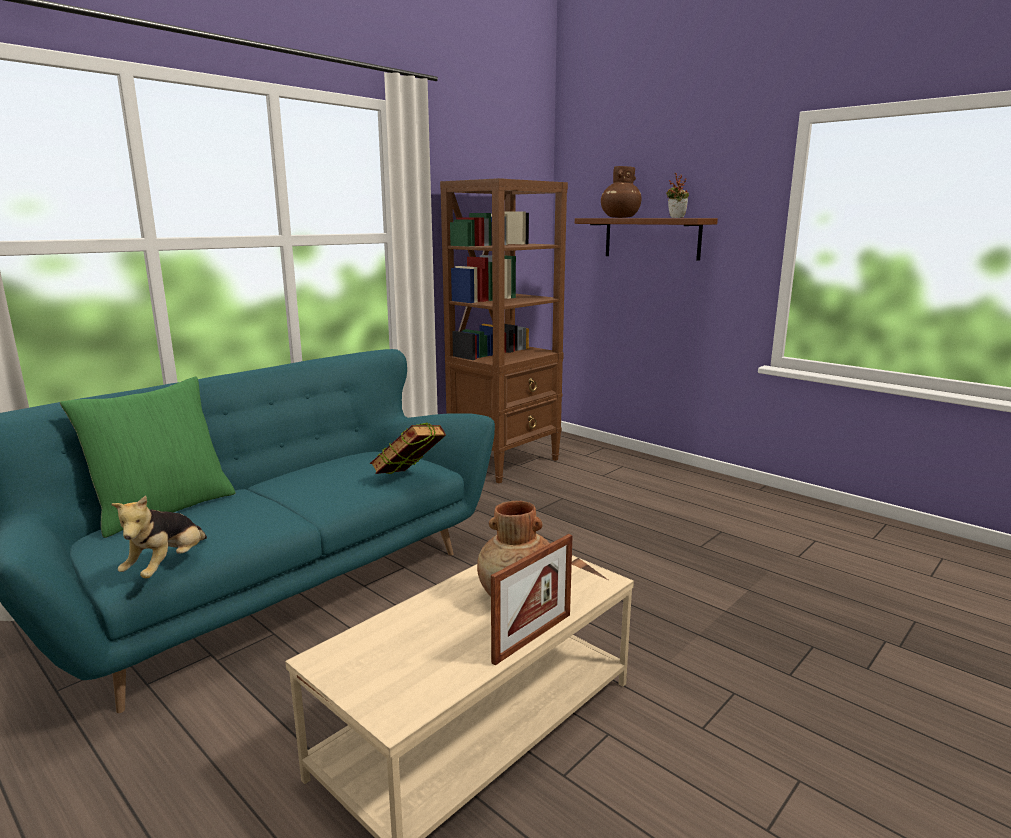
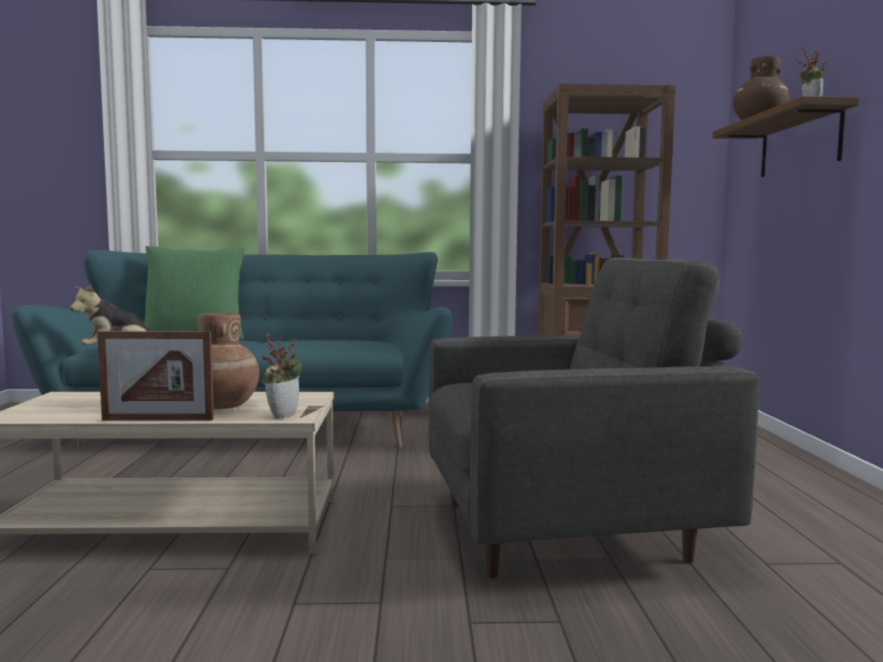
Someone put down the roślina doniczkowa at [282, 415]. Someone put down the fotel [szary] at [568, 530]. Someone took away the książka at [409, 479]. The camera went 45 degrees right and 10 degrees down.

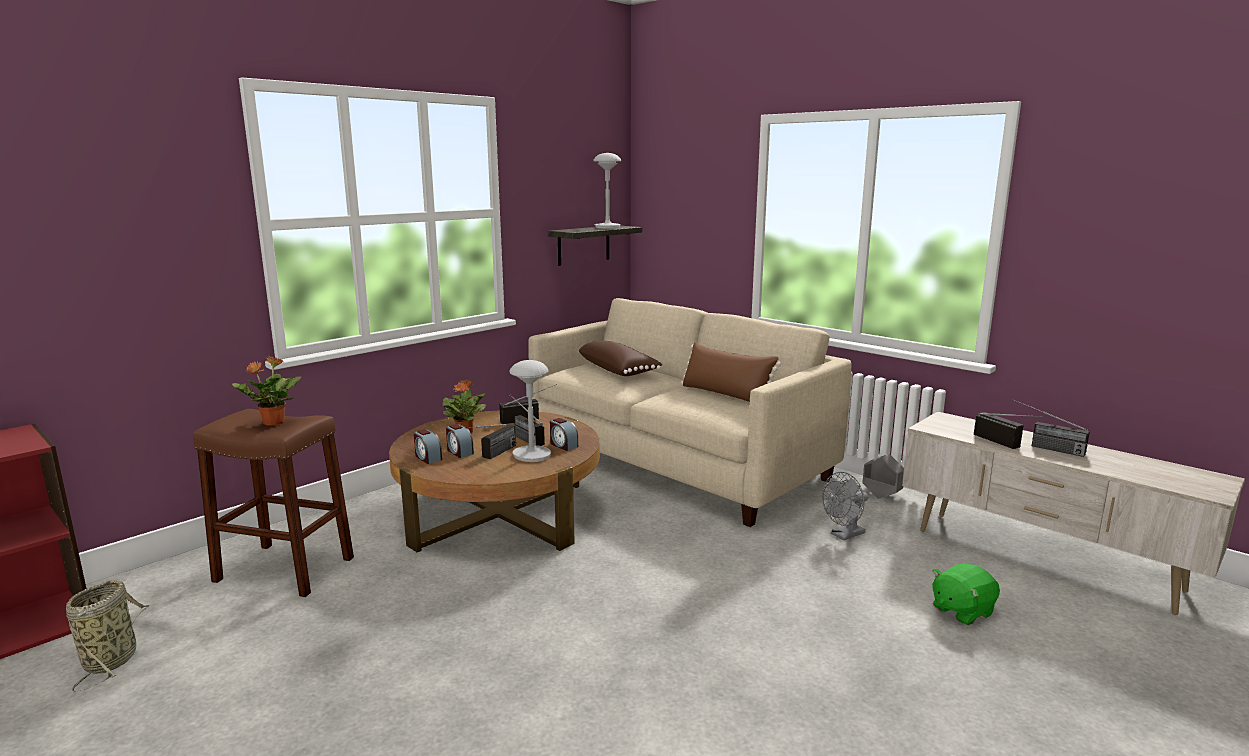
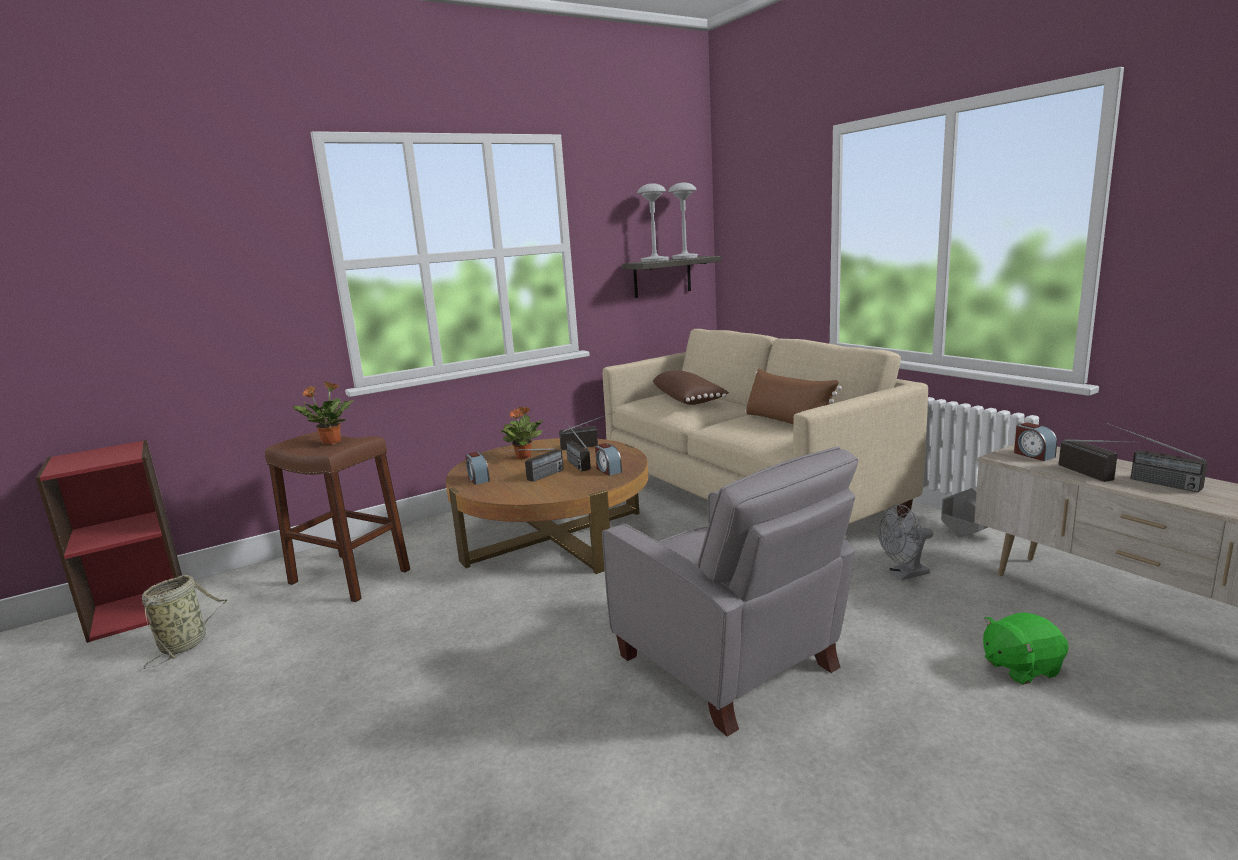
Someone put down the fotel [szary] at [731, 665]. Someone carried the lampa stołowa [szary] from [532, 455] to [655, 261]. Someone carried the budzik from [459, 452] to [1033, 455]. The camera went 15 degrees right and 0 degrees up.

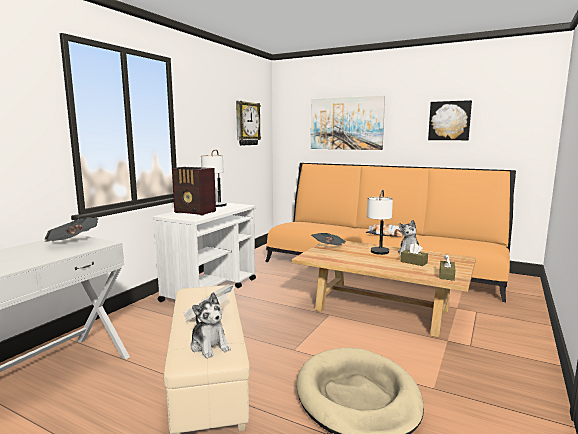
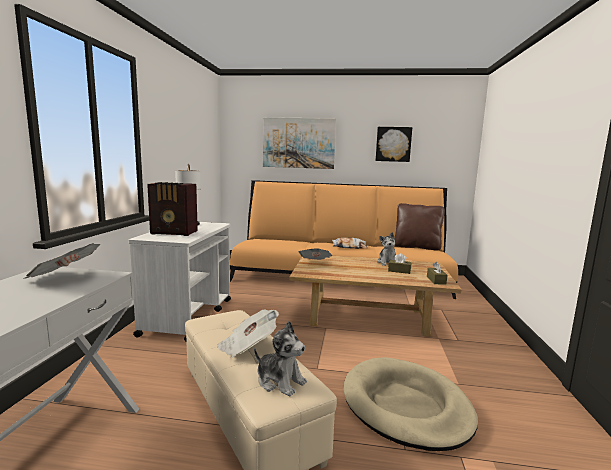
Someone put down the poduszka [brązowy] at [416, 247]. Someone took away the zegar ścienny at [247, 123]. Someone took away the lampa stołowa at [378, 254]. The camera went 20 degrees left and 0 degrees up.

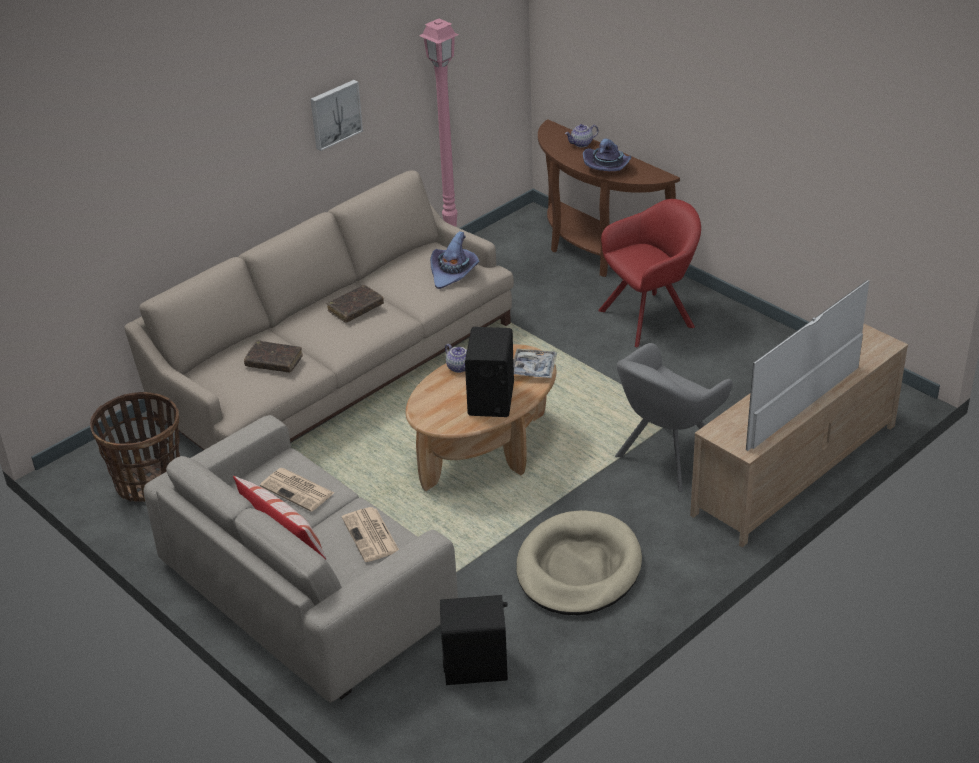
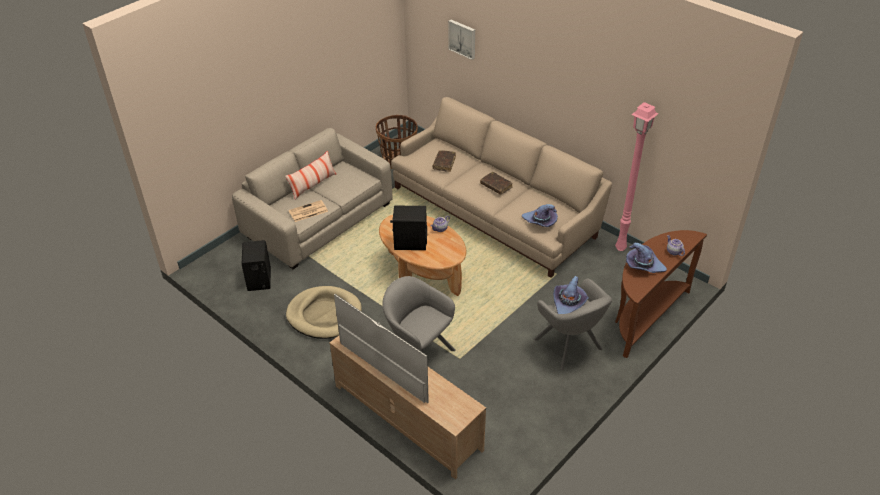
Someone carried the obraz from [335, 114] to [462, 39]. Someone repainted the fotel [czerwony] at [651, 317], which became the fotel [szary] at [570, 347]. Someone put down the kapelusz [fioletowy] at [569, 302]. Someone took away the gazeta at [298, 490]. Someone took away the taca at [533, 368]. The camera went 85 degrees right and 5 degrees up.

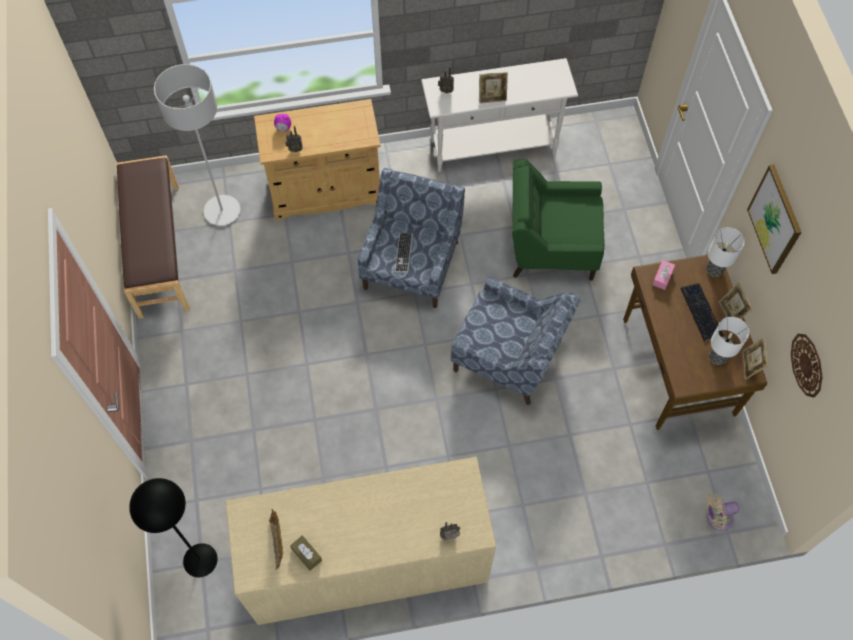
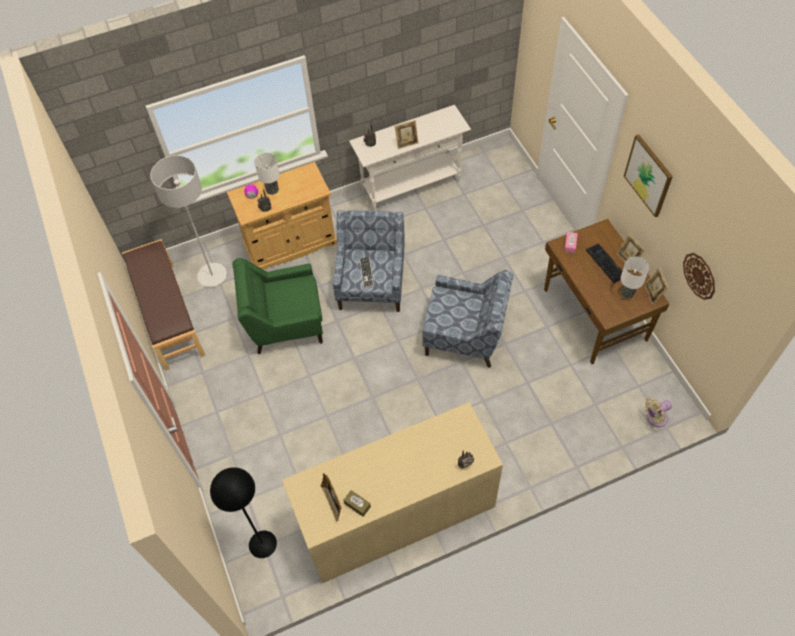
Someone carried the fotel [zielony] from [550, 246] to [285, 323]. Someone carried the lampa stołowa from [714, 270] to [272, 190]. The camera went 10 degrees left and 5 degrees down.

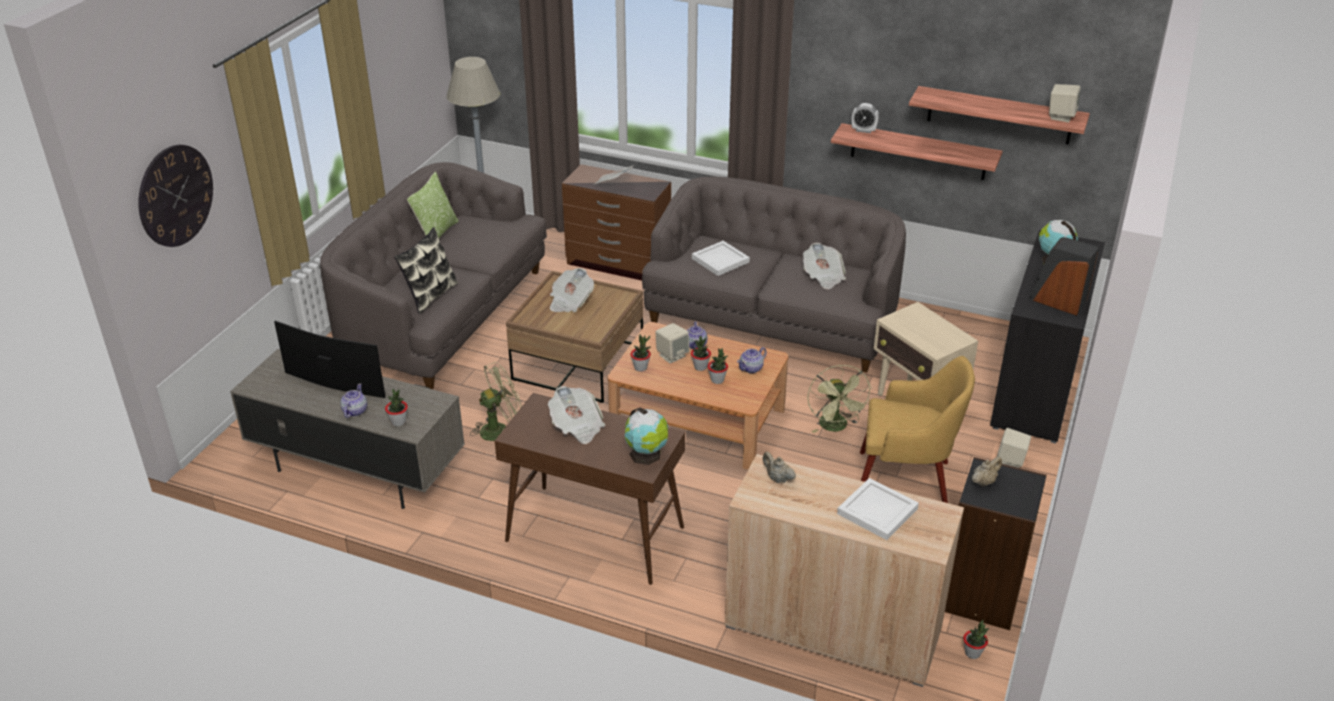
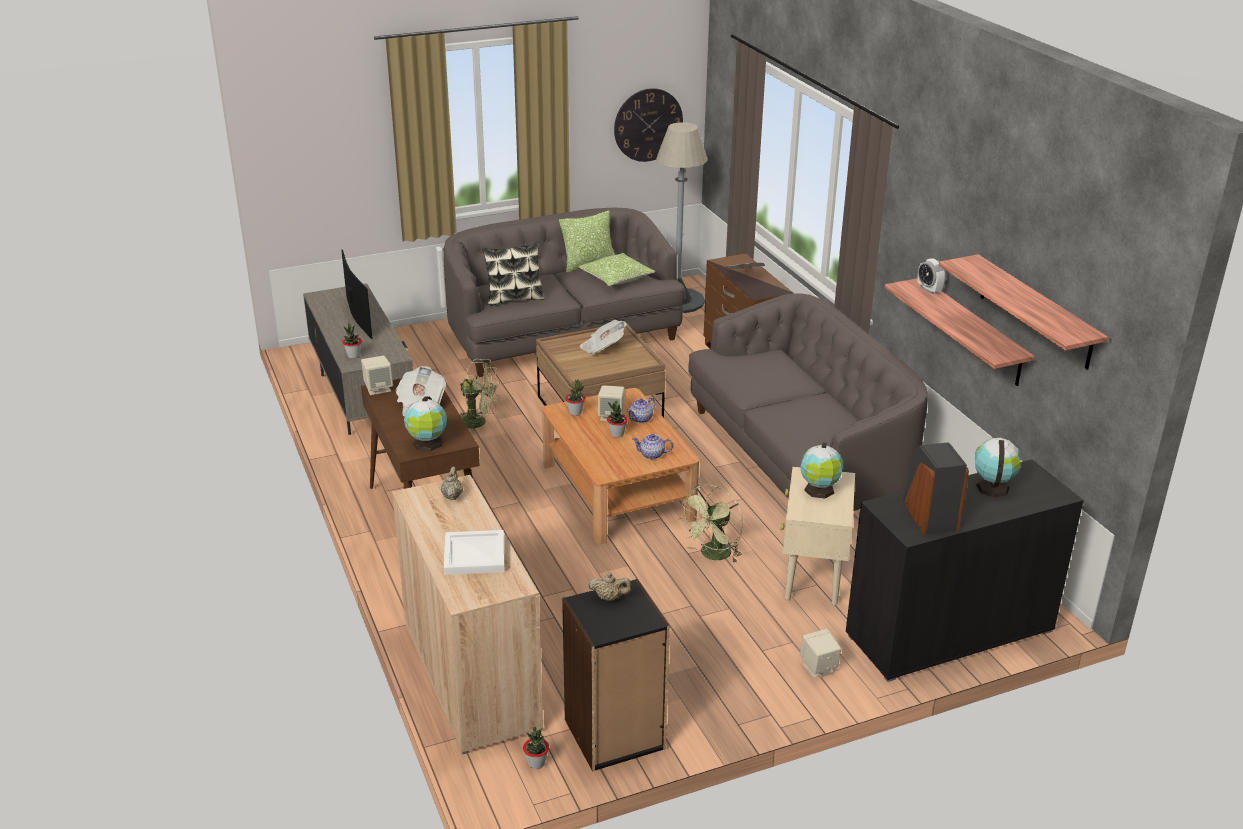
Someone carried the głośnik [beżowy] from [1061, 116] to [378, 388]. Someone put down the poduszka at [616, 278]. Someone carried the zegar ścienny from [175, 195] to [648, 125]. Someone put down the globus at [819, 491]. Someone took away the imbryk at [354, 411]. Someone took away the taca [biały] at [721, 260]. Someone took away the roślina doniczkowa at [717, 380]. Someone took away the gazeta at [823, 277]. Someone took away the fotel [żółty] at [906, 479]. The camera went 45 degrees right and 5 degrees down.

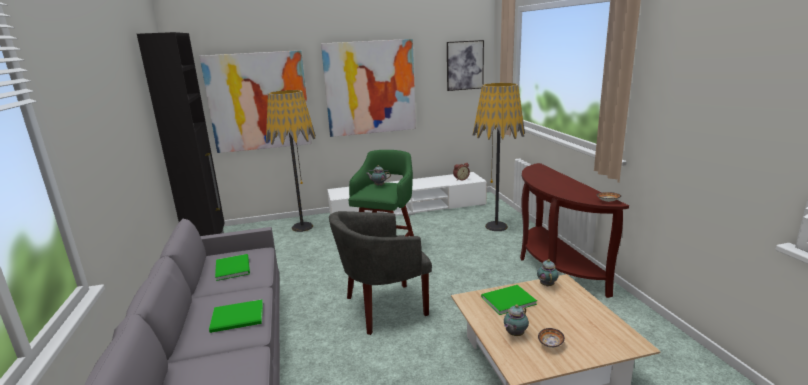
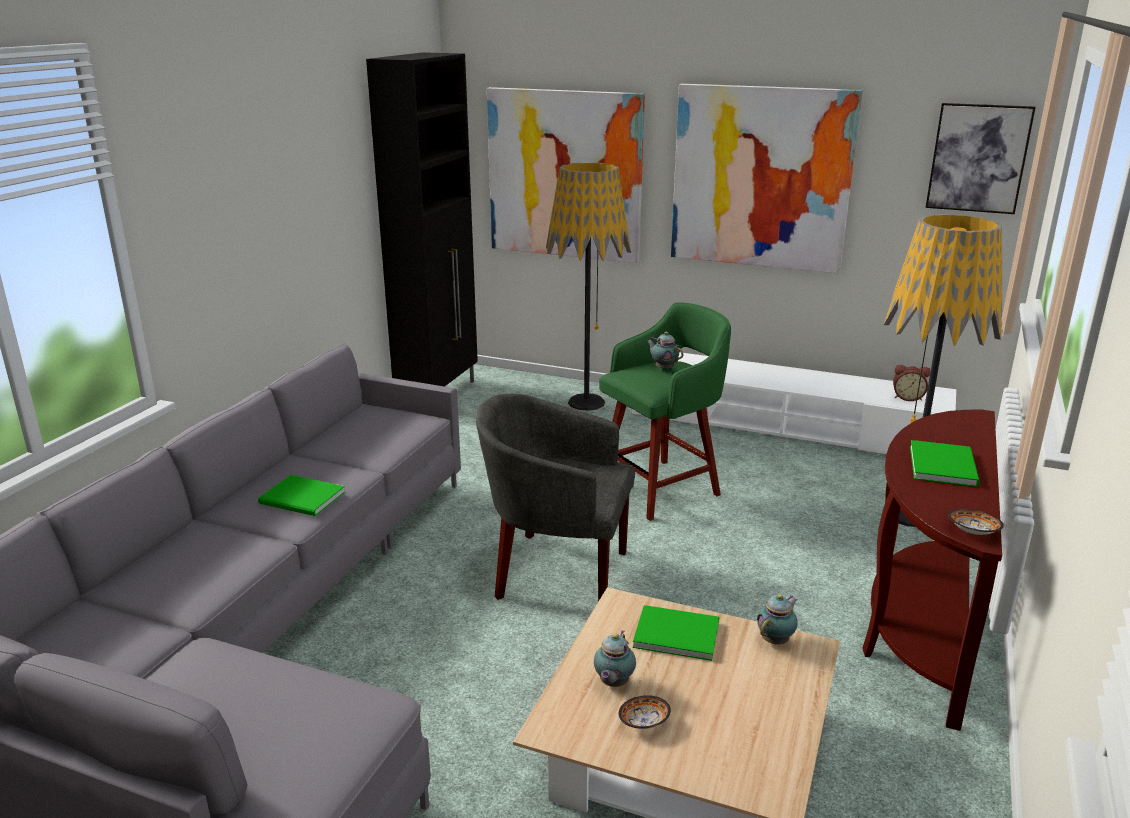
Someone rotated the imbryk at [514, 334] by 60 degrees counterclockwise. Someone carried the książka [zielony] from [234, 267] to [944, 465]. The camera went 35 degrees right and 5 degrees up.

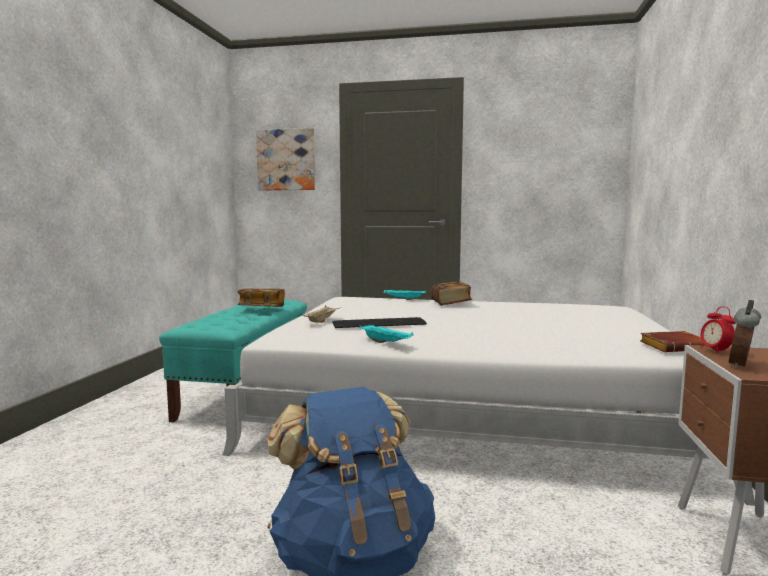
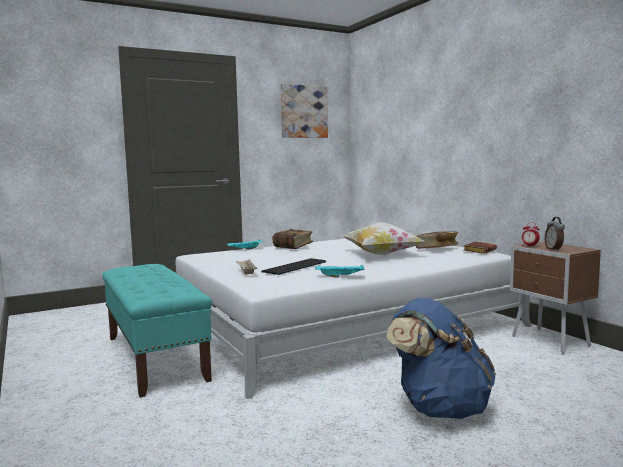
Someone carried the obraz from [286, 160] to [303, 111]. Someone put down the poduszka at [381, 255]. Someone carried the książka from [262, 308] to [436, 249]. The camera went 40 degrees left and 0 degrees up.

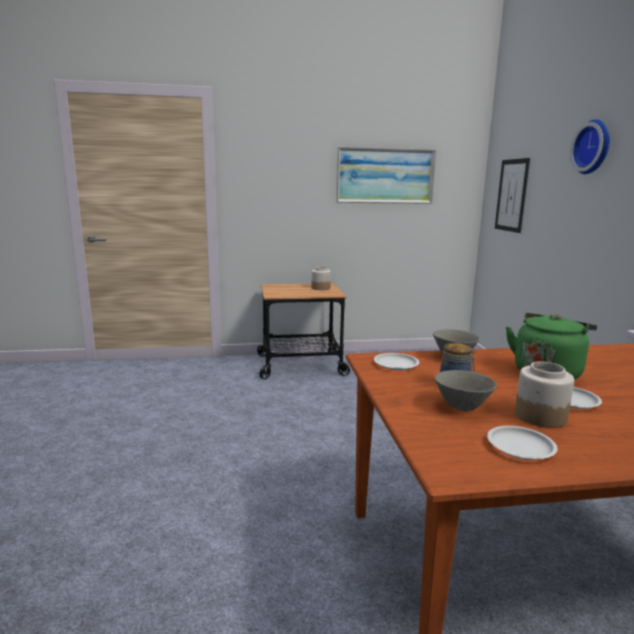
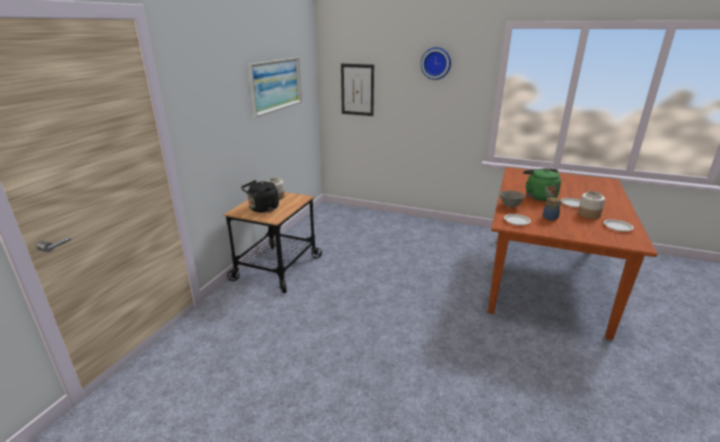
Someone put down the czajnik [czarny] at [262, 209]. Someone took away the miska [szary] at [462, 407]. The camera went 60 degrees left and 10 degrees up.

